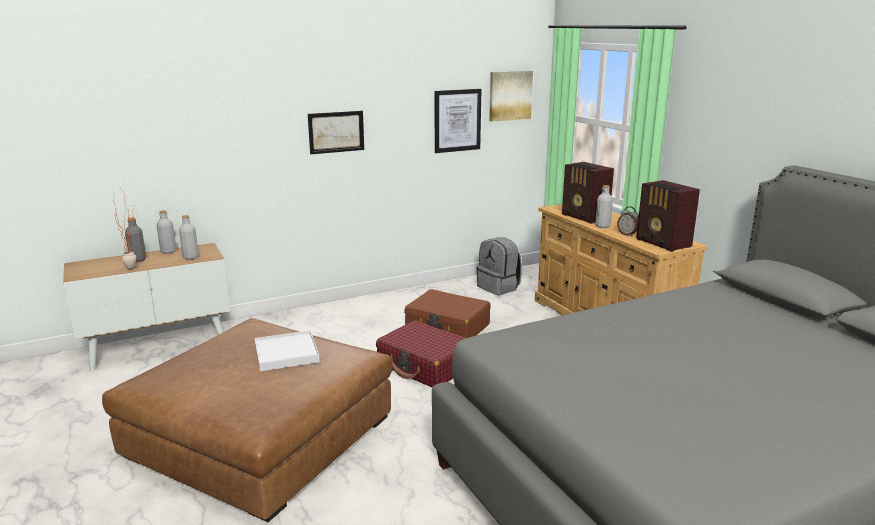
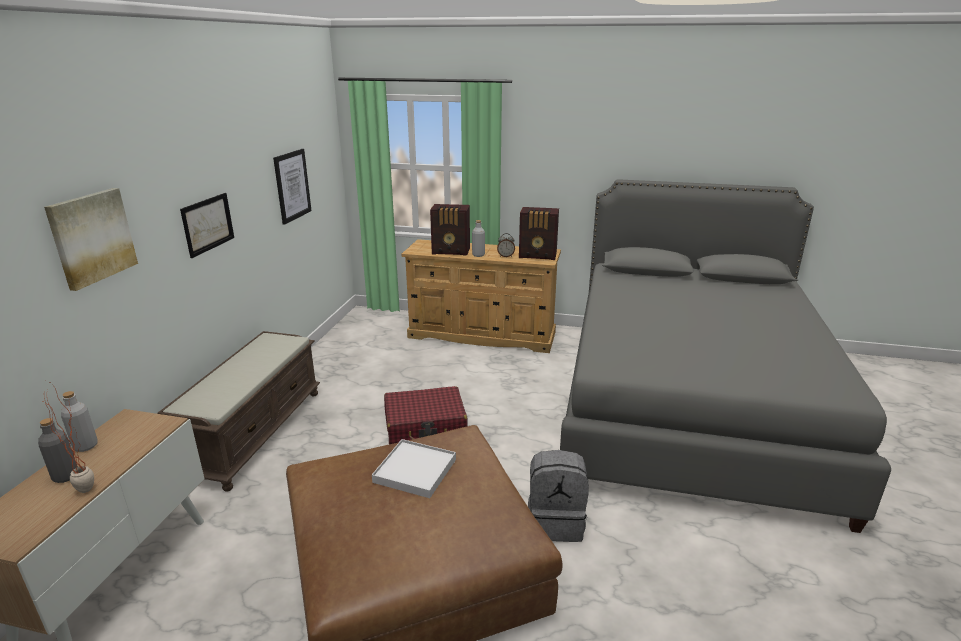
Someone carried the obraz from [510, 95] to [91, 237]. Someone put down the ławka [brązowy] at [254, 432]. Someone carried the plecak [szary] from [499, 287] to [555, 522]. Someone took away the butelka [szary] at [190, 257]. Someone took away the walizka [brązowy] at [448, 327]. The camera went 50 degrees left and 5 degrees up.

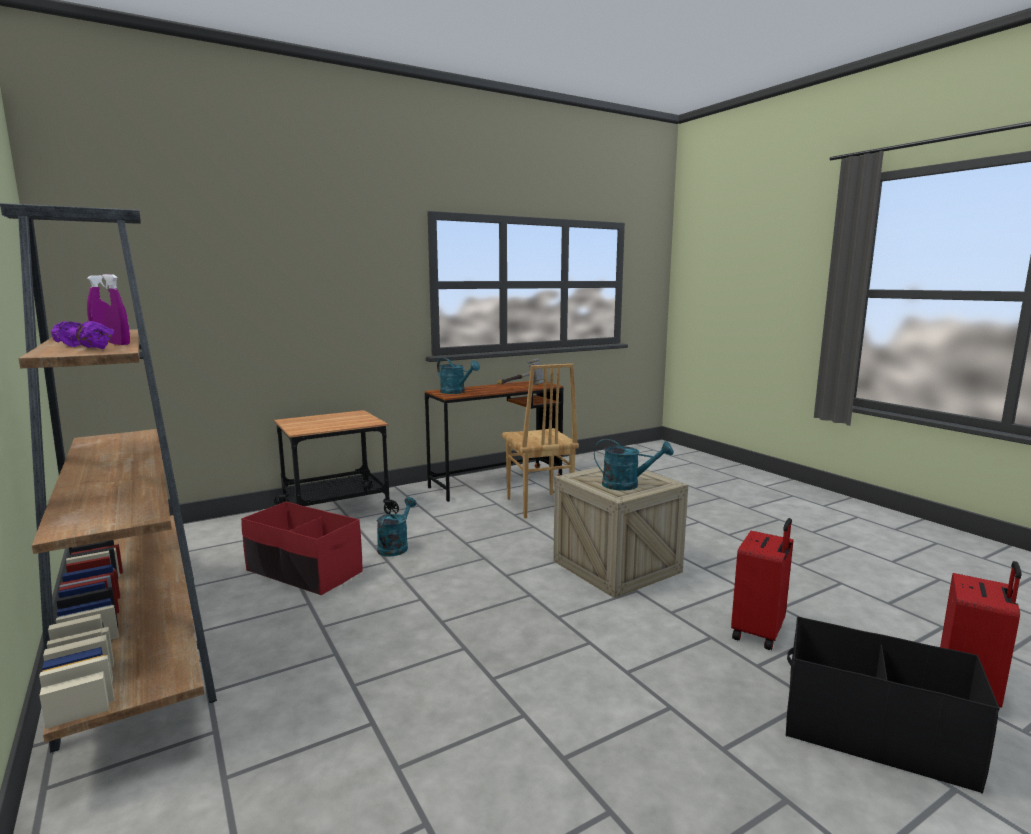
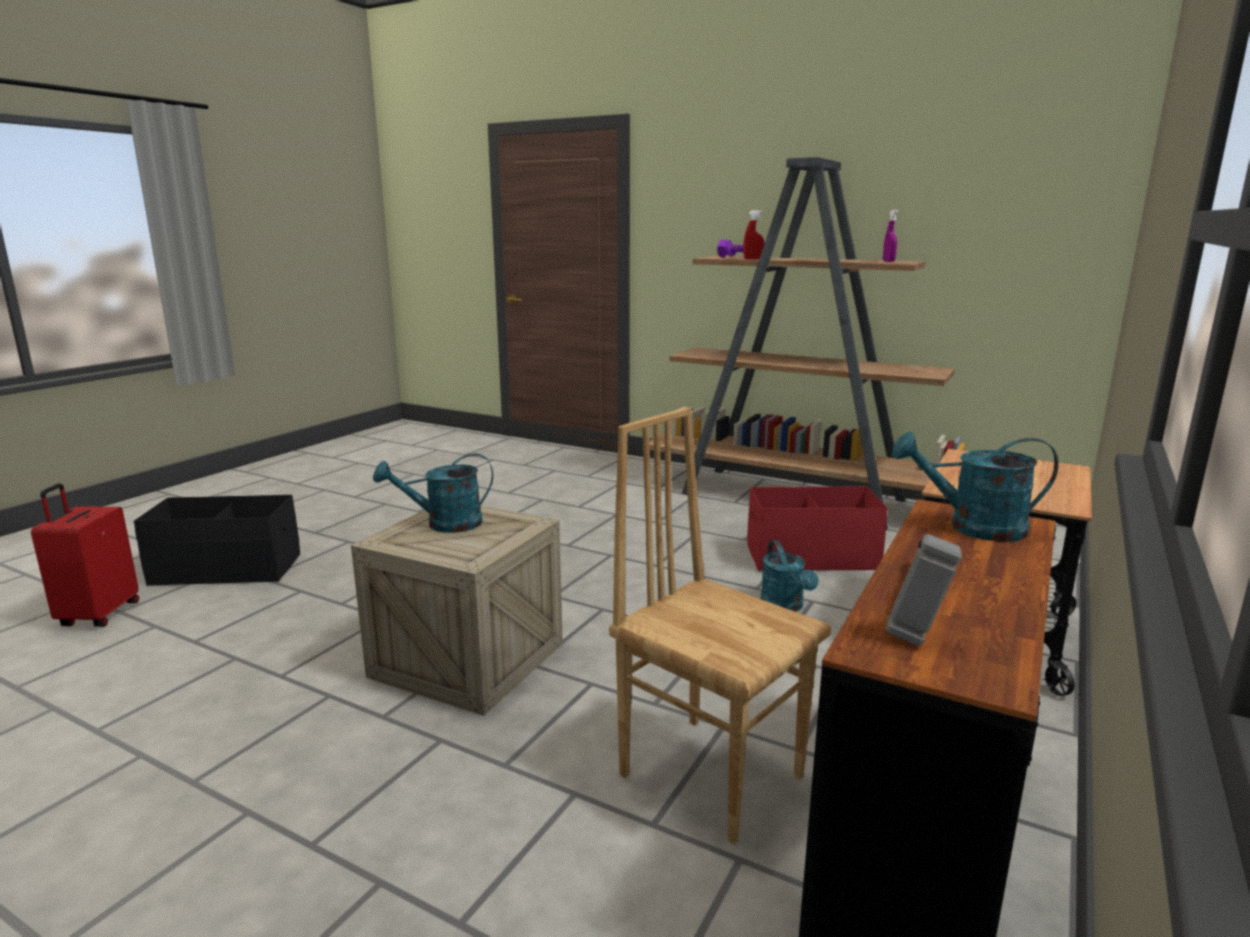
Someone repainted the spryskiwacz [fioletowy] at [119, 344], which became the spryskiwacz [czerwony] at [753, 259]. Someone took away the walizka [czerwony] at [759, 632]. The camera went 150 degrees right and 5 degrees up.

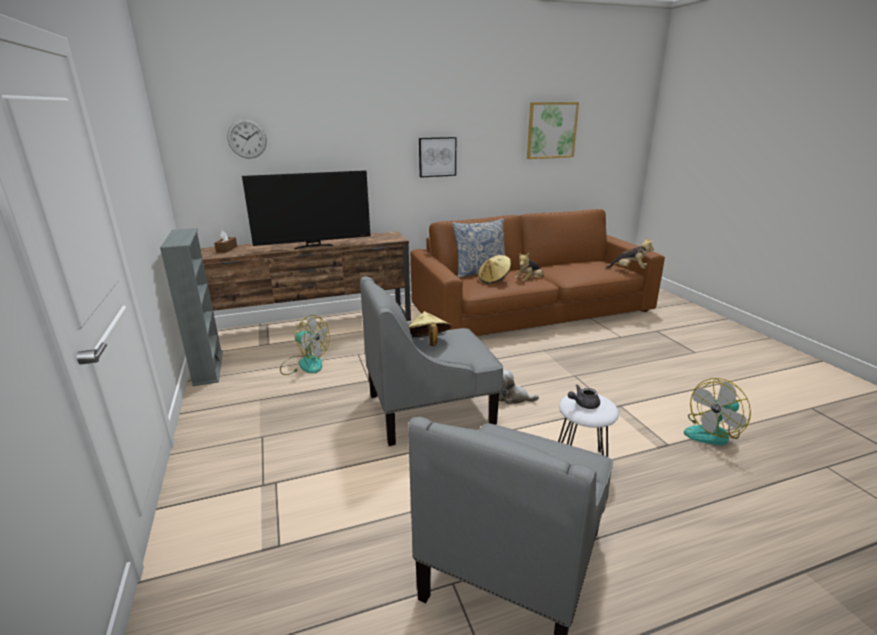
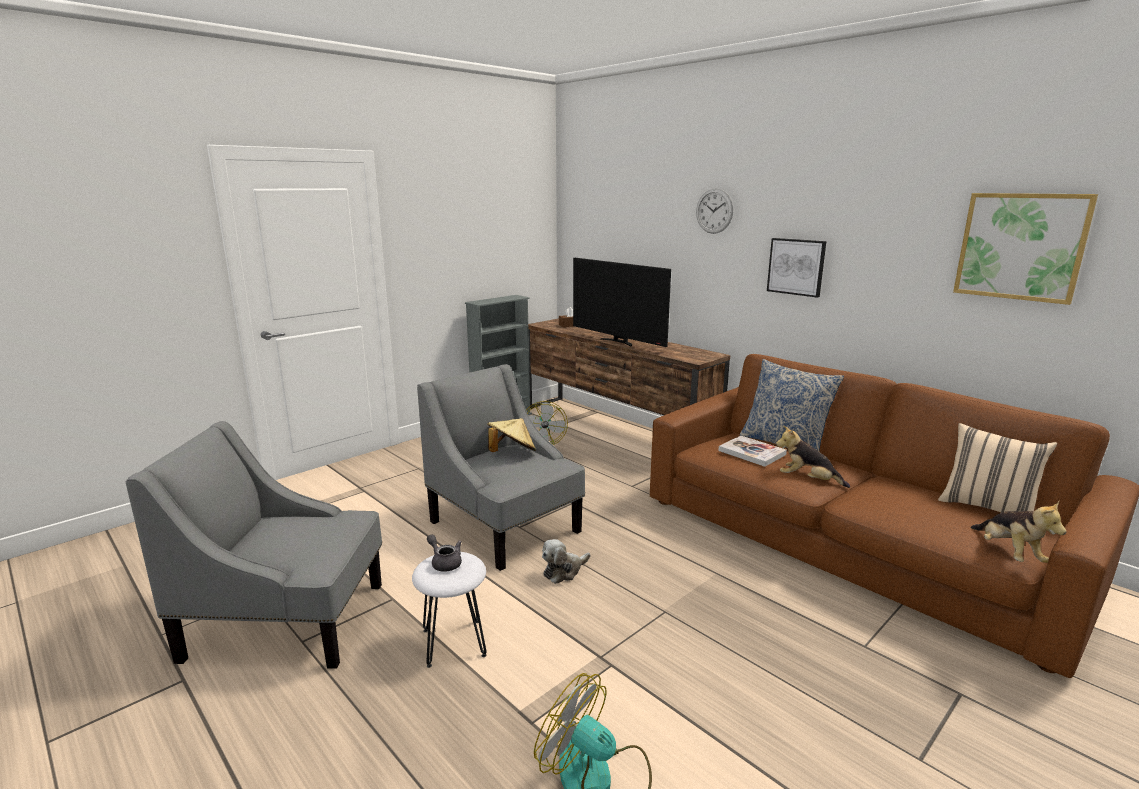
Someone rotated the pluszak at [513, 398] by 120 degrees counterclockwise. Someone carried the zegar ścienny from [247, 139] to [714, 211]. Someone swapped the kapelusz [beżowy] at [494, 280] for the książka at [752, 452]. Someone put down the poduszka [beżowy] at [987, 508]. The camera went 65 degrees right and 5 degrees down.

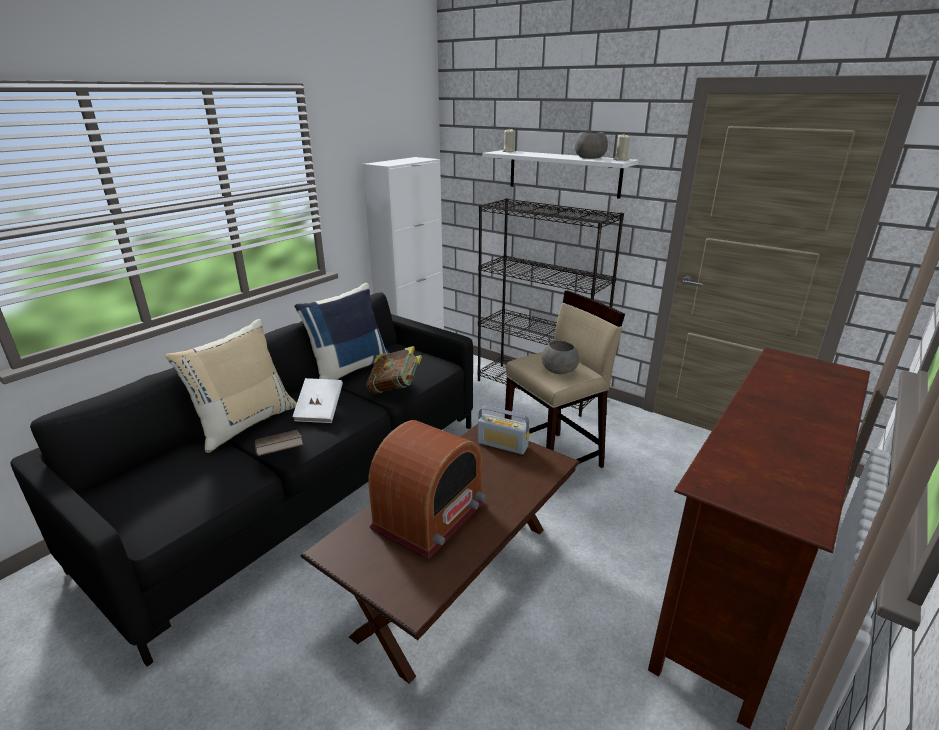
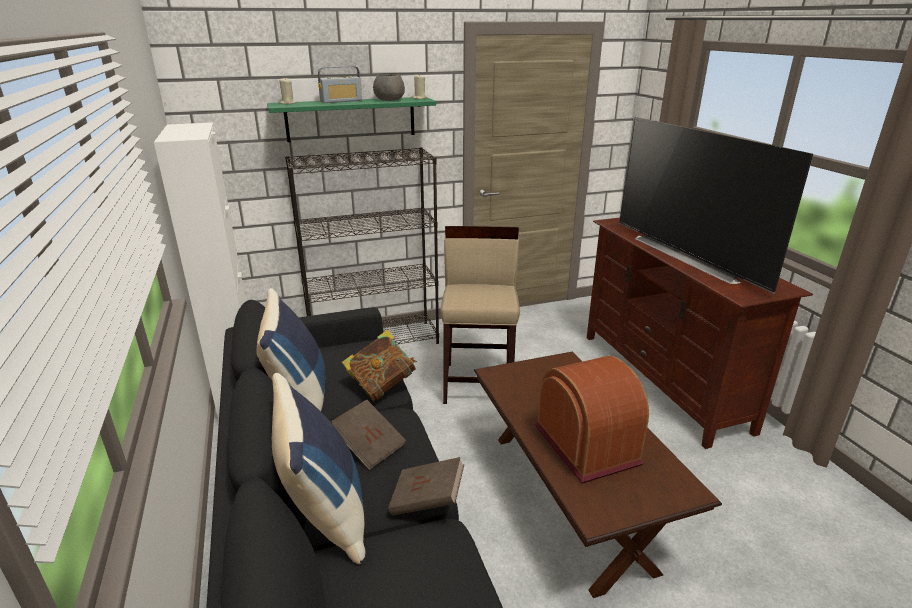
Someone repainted the półka [biały] at [563, 173], which became the półka [zielony] at [351, 119]. Someone repainted the poduszka [beżowy] at [245, 423], which became the poduszka [niebieski] at [323, 513]. Someone carried the radio from [502, 445] to [341, 101]. Someone repainted the książka [biały] at [320, 411], which became the książka [brązowy] at [369, 446]. Someone put down the telewizor at [691, 256]. Someone took away the miska [szary] at [558, 369]. The camera went 55 degrees left and 0 degrees up.

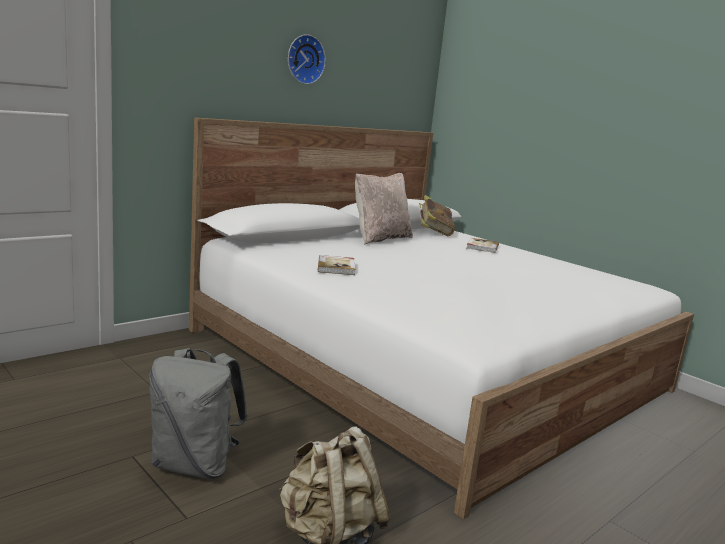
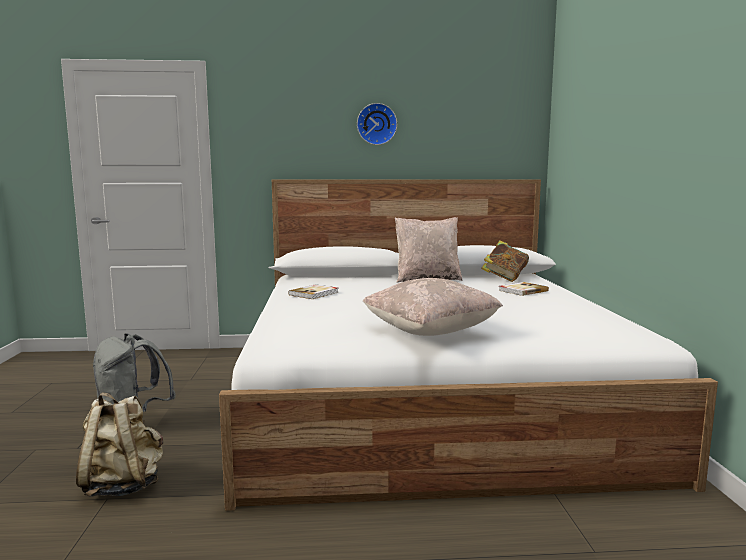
Someone put down the poduszka [beżowy] at [430, 332]. The camera went 40 degrees right and 5 degrees down.

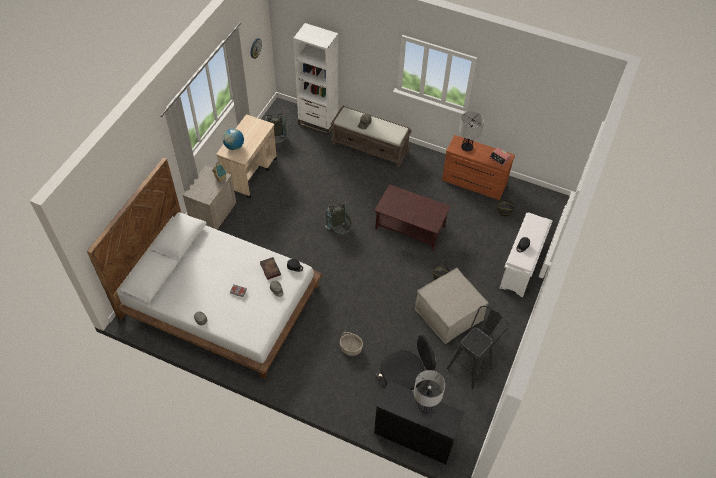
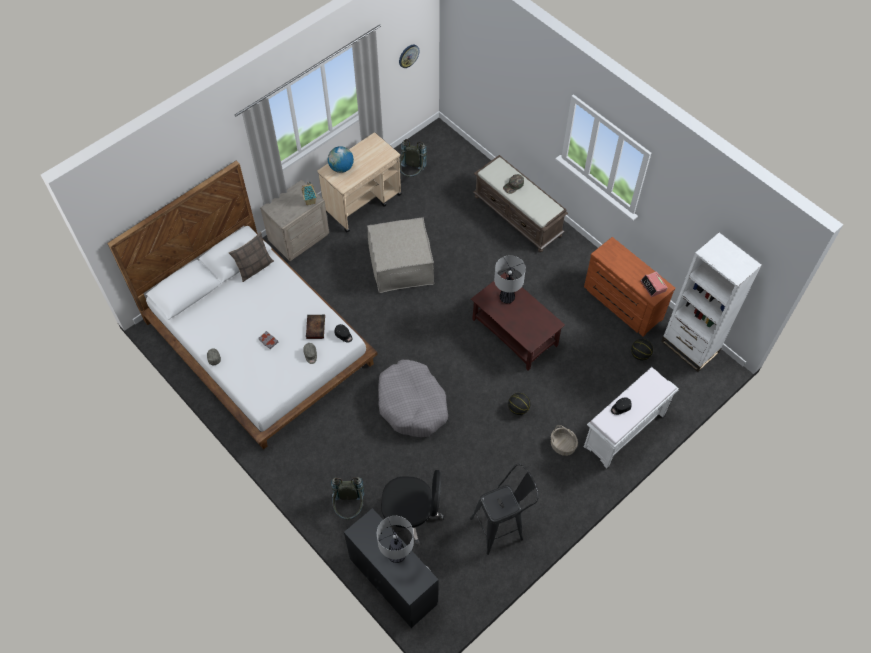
Someone put down the poduszka at [254, 267]. Someone carried the plecak [szary] from [340, 231] to [349, 507]. Someone carried the pufa [beżowy] from [449, 314] to [401, 266]. Someone put down the legowisko [szary] at [412, 404]. Someone carried the lampa stołowa from [466, 148] to [507, 297]. Someone carried the koszyk from [350, 348] to [562, 445]. Someone carried the regał [biały] from [318, 121] to [689, 347]. The camera went 25 degrees right and 5 degrees up.

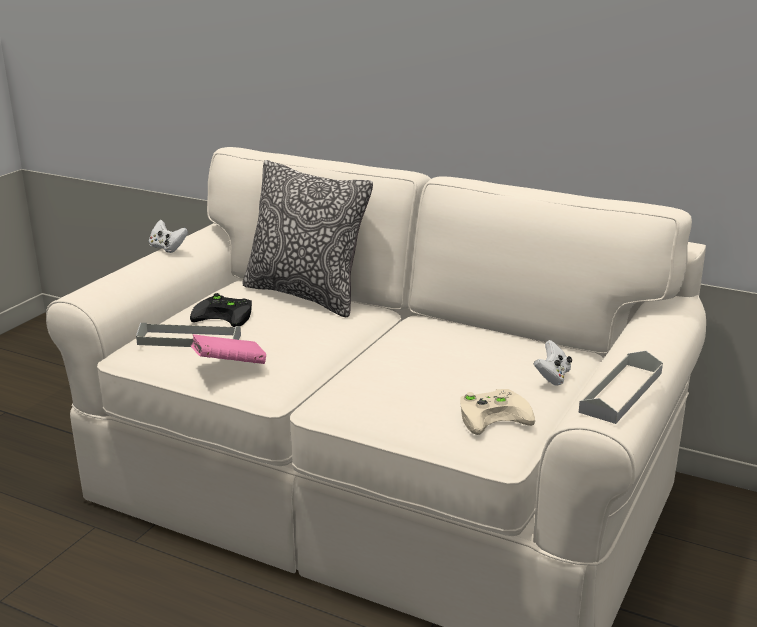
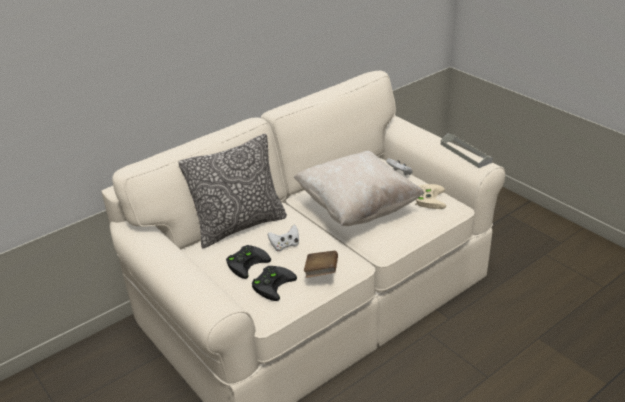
Someone swapped the taca [szary] at [189, 340] for the pad do gier [czarny] at [272, 283]. Someone carried the pad do gier [biały] from [167, 248] to [285, 245]. Someone put down the poduszka [beżowy] at [357, 208]. Someone repainted the książka [różowy] at [229, 366], which became the książka [brązowy] at [321, 272]. The camera went 65 degrees left and 10 degrees up.

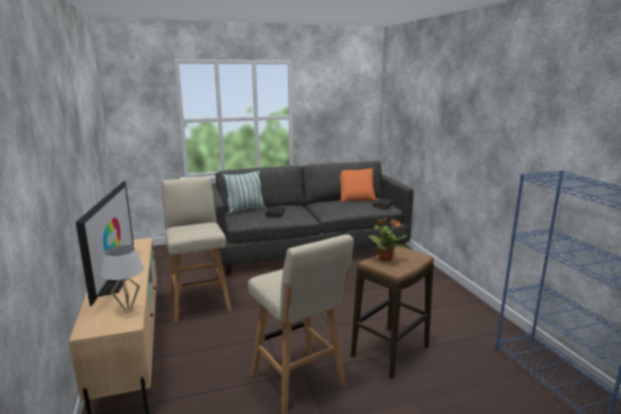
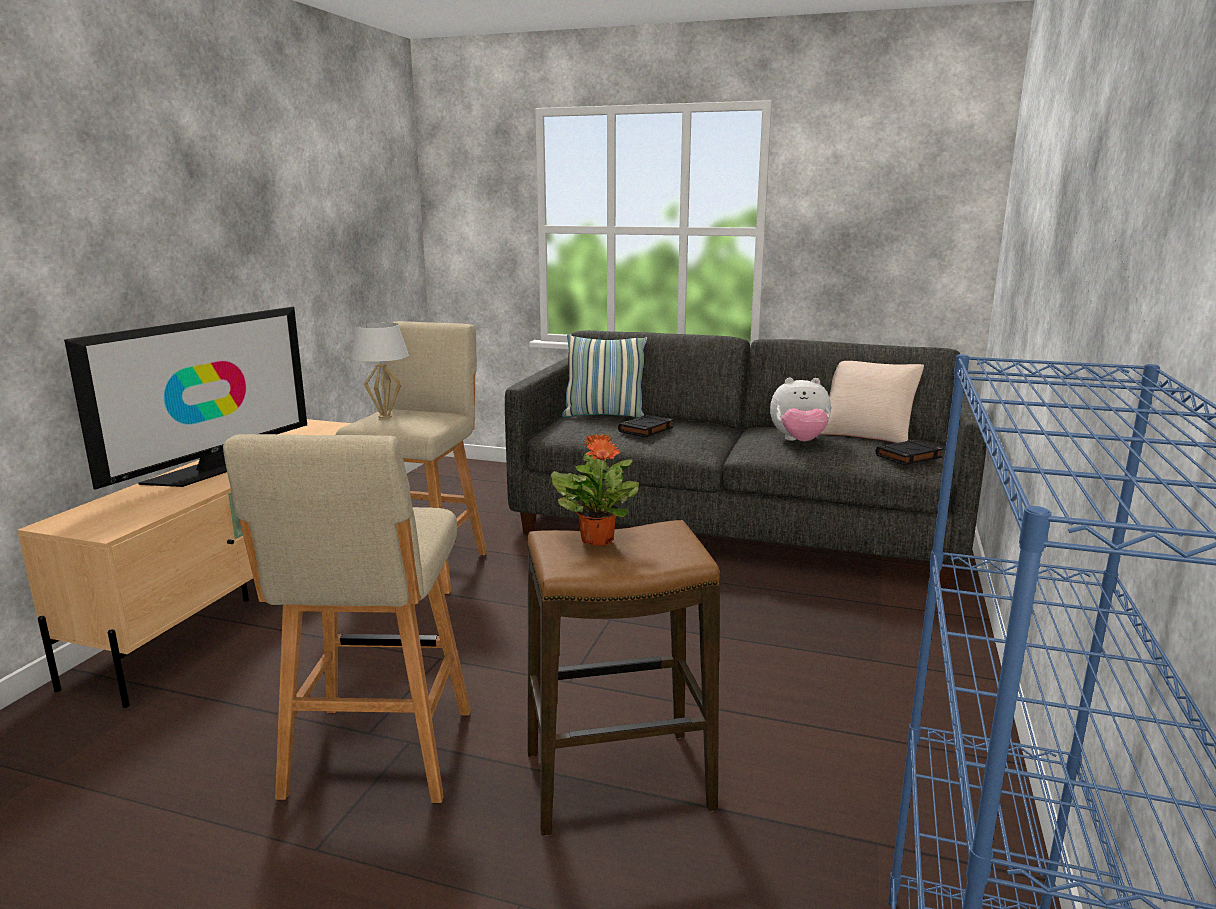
Someone carried the lampa stołowa [biały] from [128, 310] to [385, 417]. Someone put down the pluszak at [799, 442]. Someone repainted the poduszka [pomarańczowy] at [356, 198], which became the poduszka [beżowy] at [867, 433]. The camera went 35 degrees right and 0 degrees up.

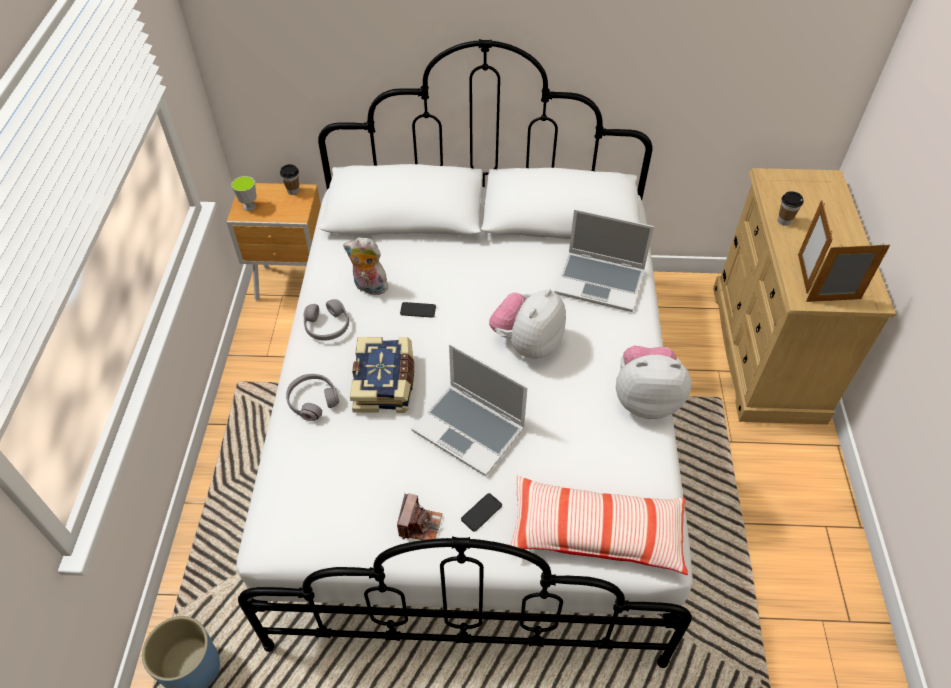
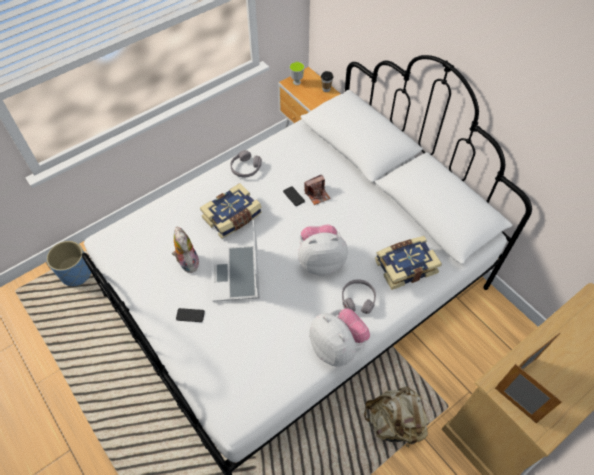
Someone carried the pluszak from [369, 287] to [187, 262]. Someone carried the aparat fotograficzny from [420, 524] to [317, 194]. Someone carried the słuchawki [szary] from [312, 400] to [358, 299]. Someone put down the plecak [beżowy] at [394, 423]. Someone swapped the laptop at [601, 282] for the książka at [405, 266]. Someone took away the poduszka at [596, 533]. Someone took away the filiżanka at [784, 221]. The camera went 50 degrees right and 5 degrees up.

